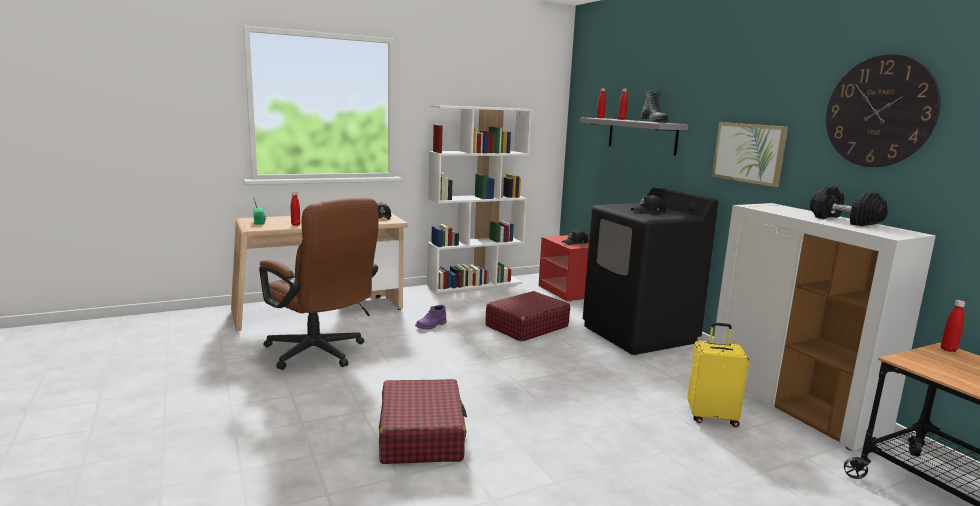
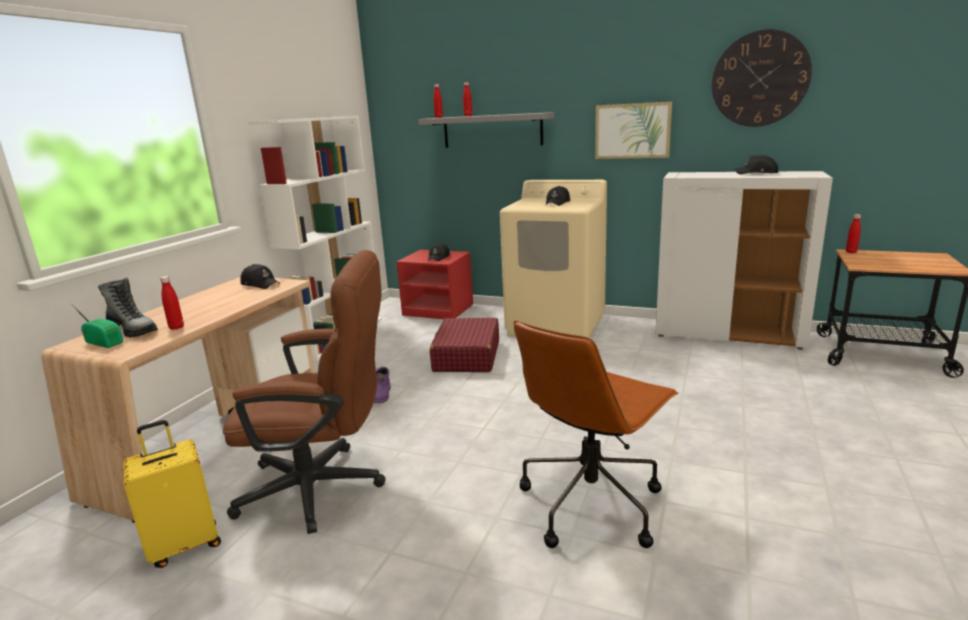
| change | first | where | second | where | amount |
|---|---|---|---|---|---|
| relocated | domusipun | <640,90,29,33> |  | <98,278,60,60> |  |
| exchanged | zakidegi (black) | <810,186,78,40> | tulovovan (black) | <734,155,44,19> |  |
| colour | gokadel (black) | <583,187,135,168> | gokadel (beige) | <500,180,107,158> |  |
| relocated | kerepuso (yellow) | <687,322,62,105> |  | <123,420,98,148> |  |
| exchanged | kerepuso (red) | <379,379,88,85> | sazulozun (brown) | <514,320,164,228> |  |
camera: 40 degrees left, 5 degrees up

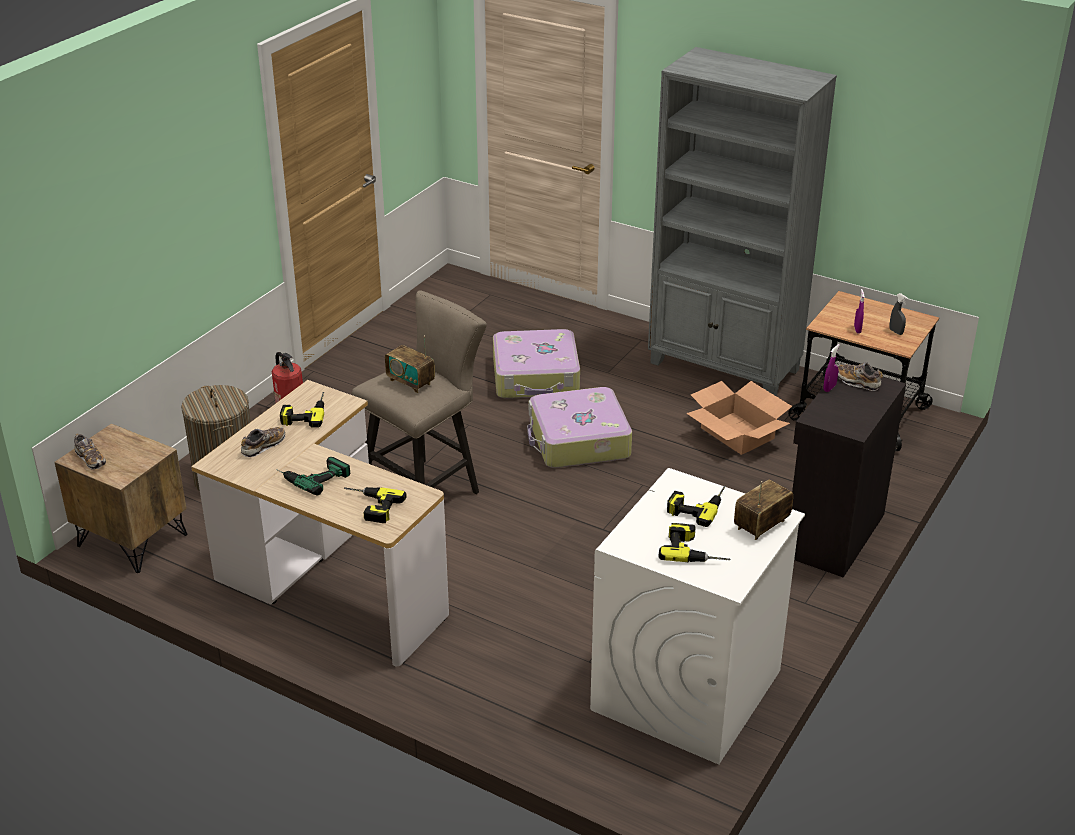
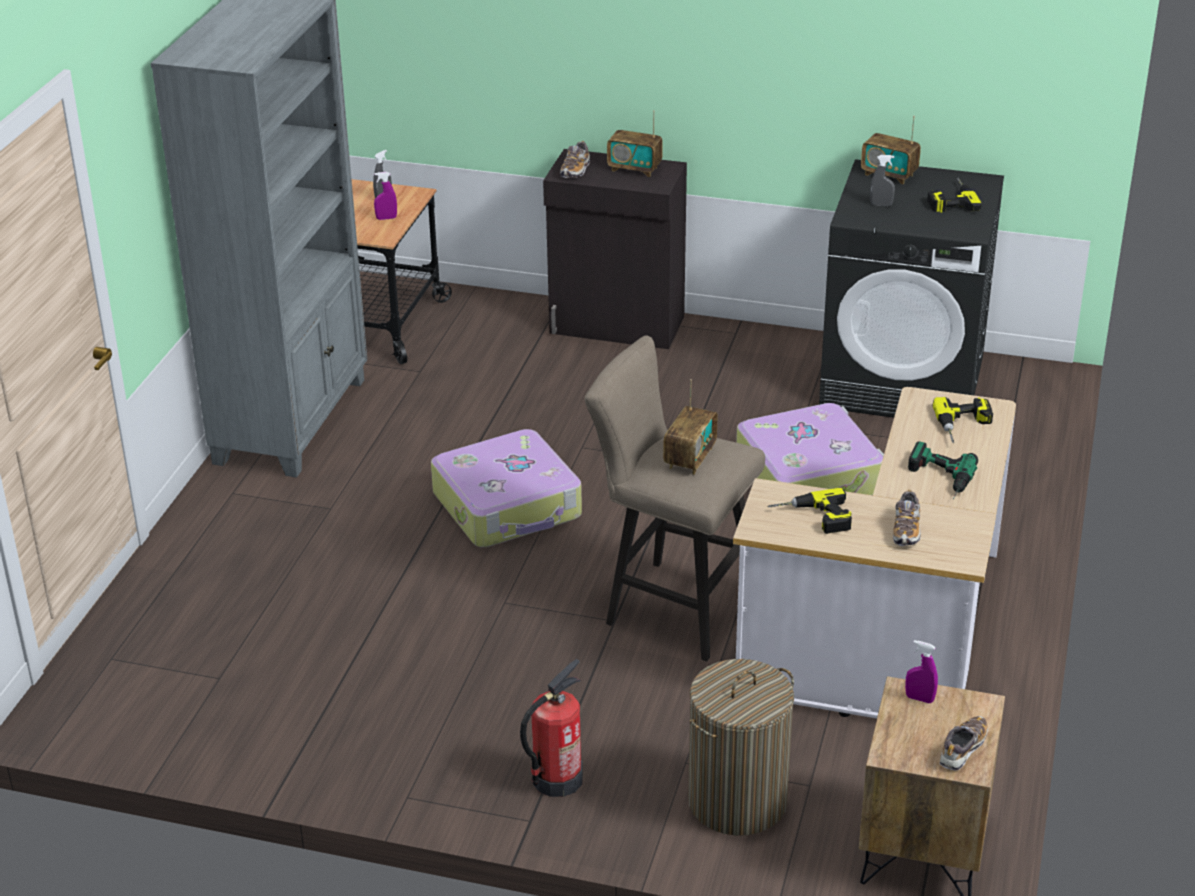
| change | first | where | second | where | amount |
|---|---|---|---|---|---|
| relocated | kerepuso | <493,329,87,70> |  | <736,403,148,92> |  |
| relocated | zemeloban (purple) | <823,344,17,48> |  | <905,640,33,63> |  |
| missing | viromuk | <686,381,106,74> |  |  |  |
| spun | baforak | <241,427,44,30> |  | <893,490,28,56> | 105 degrees counterclockwise |
| colour | gokadel (white) | <590,468,215,297> | gokadel (black) | <819,159,185,259> |  |
| exchanged | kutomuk | <667,486,59,41> | zemeloban (grey) | <870,155,25,51> |  |
| appeared |  |  | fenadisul | <607,110,56,67> |  |
camera: 105 degrees left, 0 degrees up

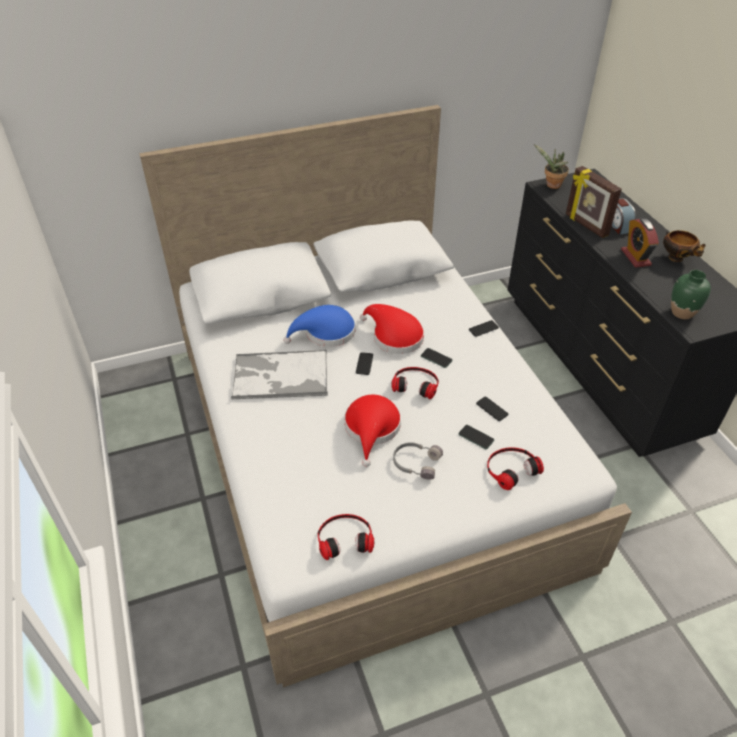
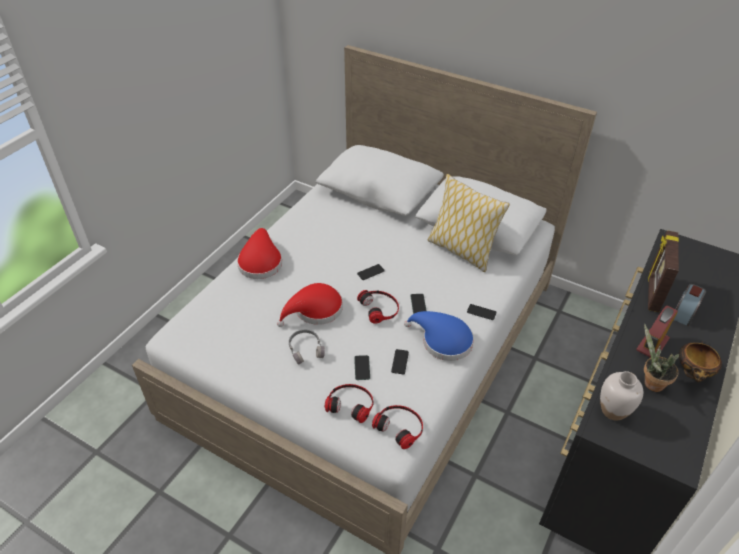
| change | first | where | second | where | amount |
|---|---|---|---|---|---|
| relocated | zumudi | <534,144,35,45> |  | <644,323,35,69> |  |
| colour | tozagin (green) | <671,270,40,49> | tozagin (white) | <600,371,43,50> |  |
| relocated | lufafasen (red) | <360,304,64,50> |  | <237,228,45,51> |  |
| relocated | lufafasen (blue) | <283,305,73,42> |  | <404,311,70,50> |  |
| missing | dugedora | <231,350,97,50> |  |  |  |
| relocated | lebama | <318,514,56,46> |  | <372,405,51,44> |  |
| appeared |  |  | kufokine | <428,174,82,98> |  |
camera: 50 degrees right, 0 degrees up

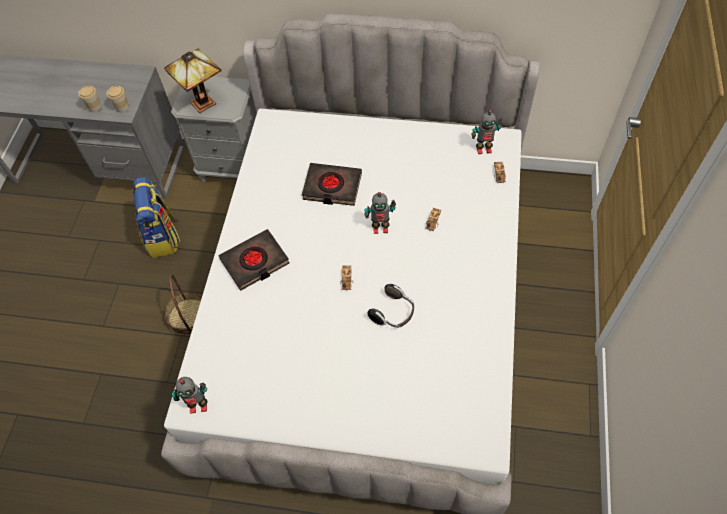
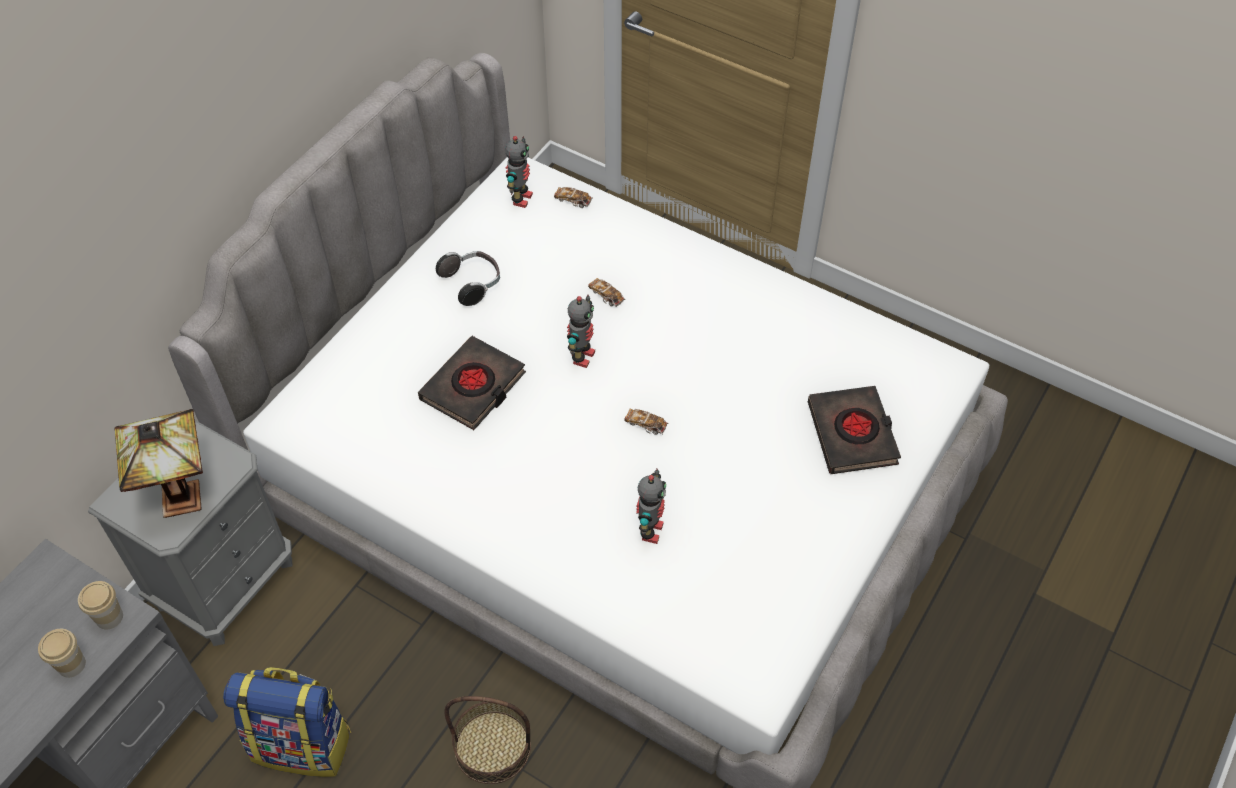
| change | first | where | second | where | amount |
|---|---|---|---|---|---|
| relocated | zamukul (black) | <218,229,72,62> |  | <808,386,93,88> |  |
| relocated | lebama | <368,284,46,44> |  | <436,251,64,55> |  |
| relocated | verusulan | <172,377,36,37> |  | <636,468,30,76> |  |
camera: 70 degrees left, 5 degrees down

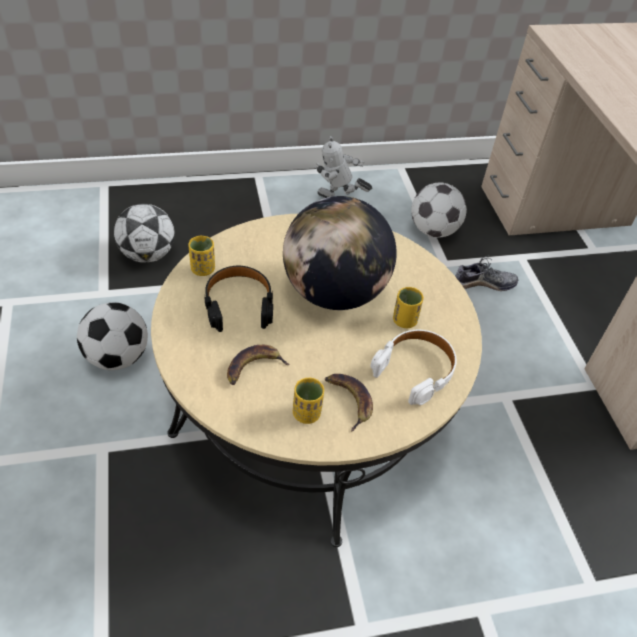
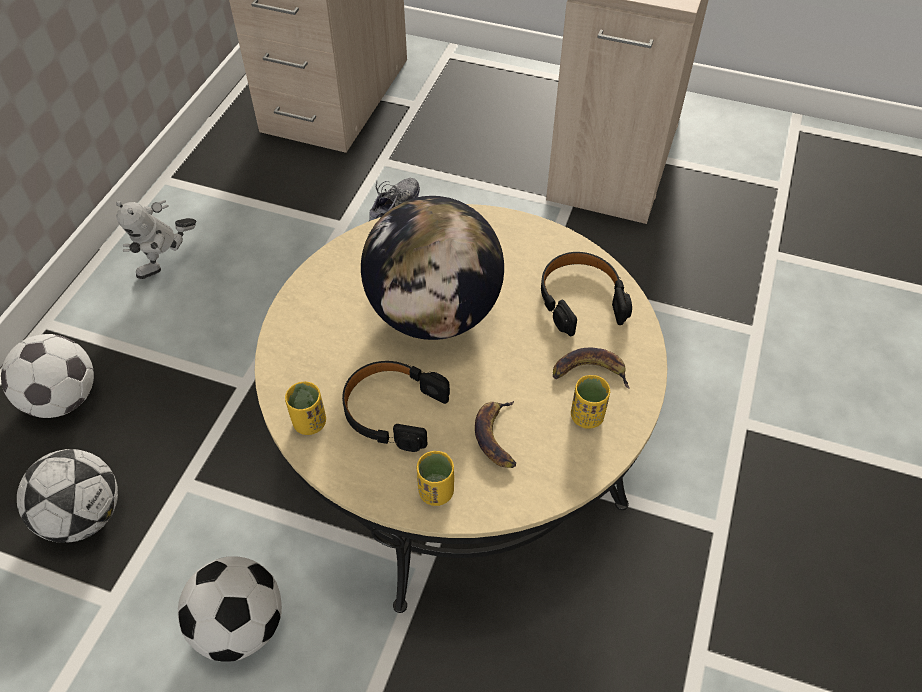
| change | first | where | second | where | amount |
|---|---|---|---|---|---|
| relocated | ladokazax | <411,183,56,55> |  | <1,334,93,84> |  |
| relocated | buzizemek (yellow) | <393,287,31,41> |  | <417,451,37,55> |  |
| colour | lebama (white) | <370,330,86,75> | lebama (black) | <541,252,91,84> |  |
camera: 55 degrees left, 5 degrees up

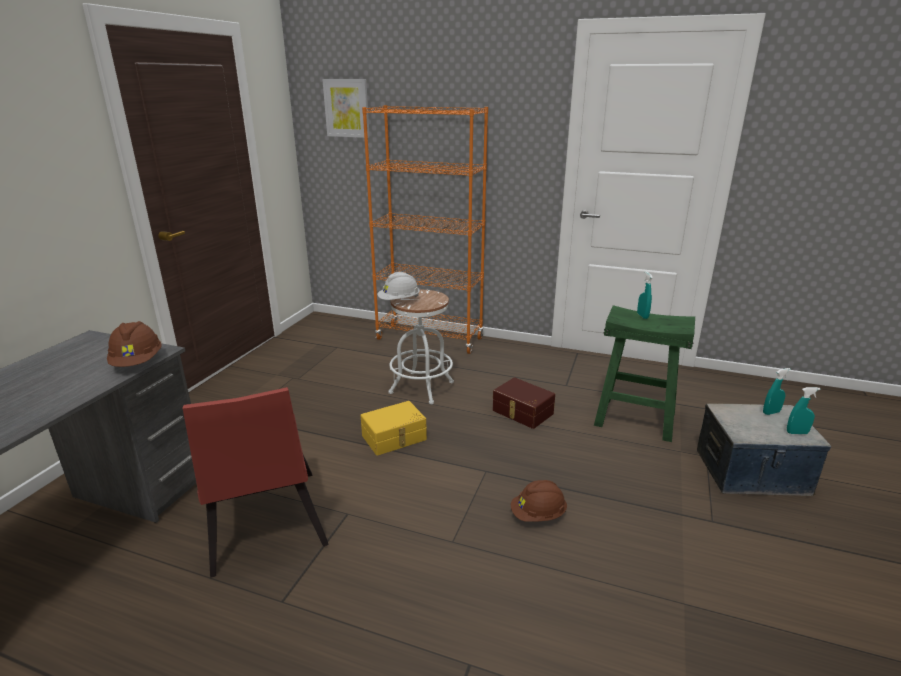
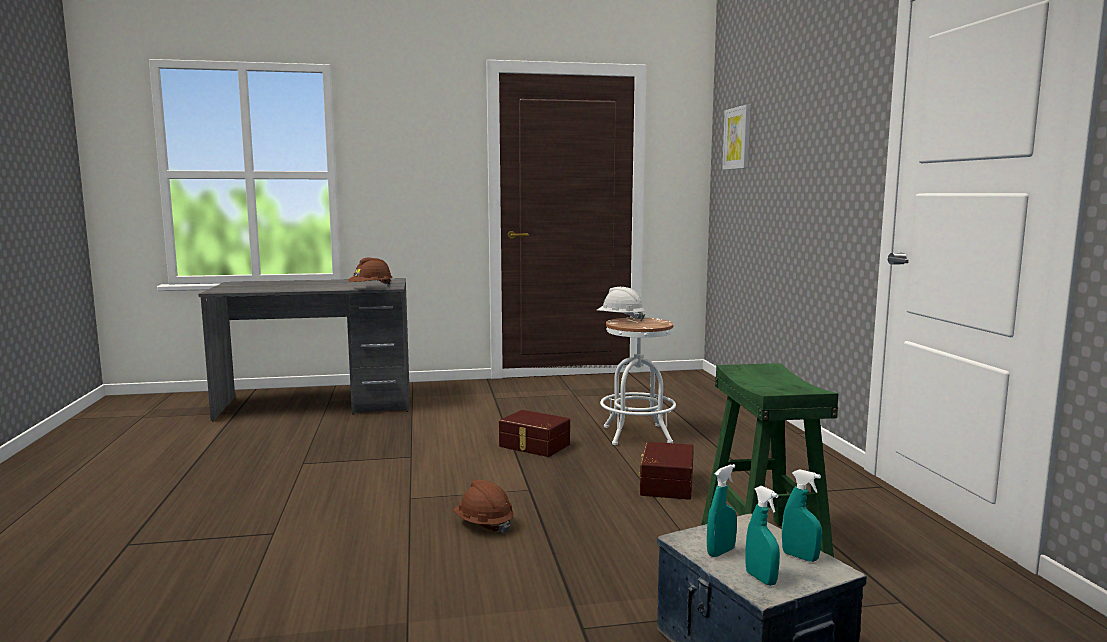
| change | first | where | second | where | amount |
|---|---|---|---|---|---|
| missing | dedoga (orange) | <362,105,126,249> |  |  |  |
| relocated | zemeloban (turquoise) | <637,272,16,47> |  | <707,464,30,93> |  |
| missing | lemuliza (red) | <183,387,145,191> |  |  |  |
| colour | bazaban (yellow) | <361,401,66,55> | bazaban (brown) | <499,410,71,47> |  |
camera: 60 degrees right, 15 degrees down

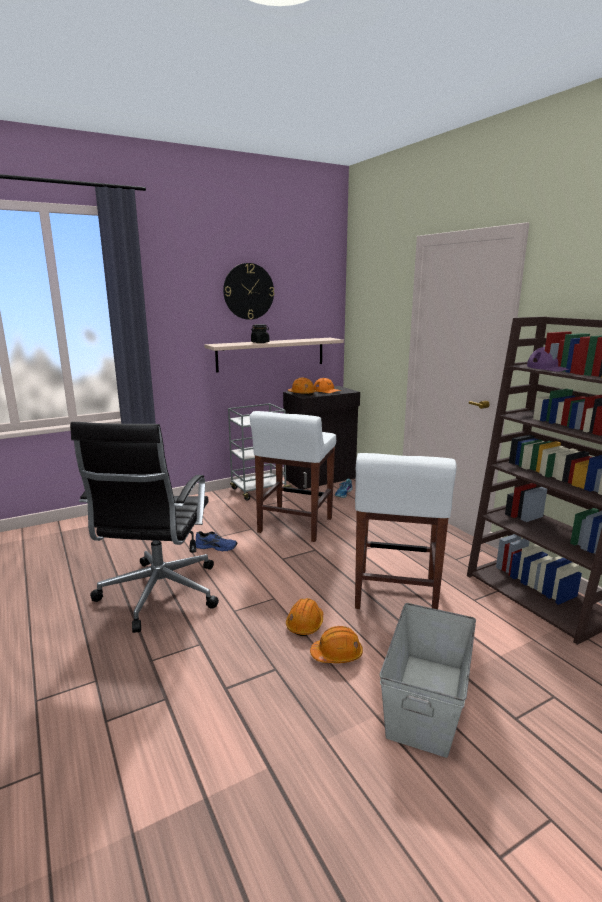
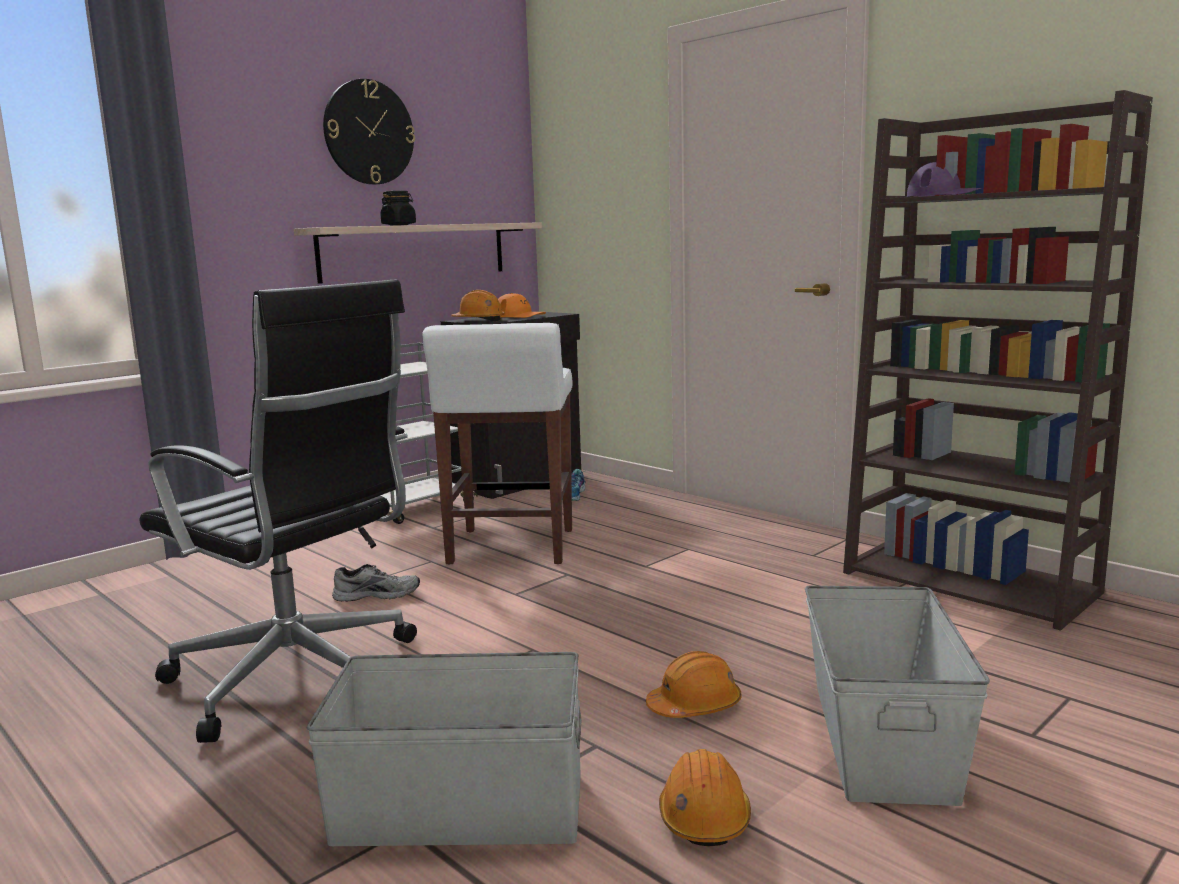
| change | first | where | second | where | amount |
|---|---|---|---|---|---|
| spun | sazulozun (black) | <70,422,149,211> |  | <140,280,277,463> | 45 degrees counterclockwise |
| missing | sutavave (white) | <355,453,102,156> |  |  |  |
| colour | baforak (blue) | <195,531,42,20> | baforak (grey) | <332,564,88,37> |  |
| relocated | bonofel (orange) | <286,598,37,38> |  | <659,749,92,97> |  |
| appeared |  |  | bazaban (grey) | <307,652,274,194> |  |
camera: 15 degrees left, 5 degrees down

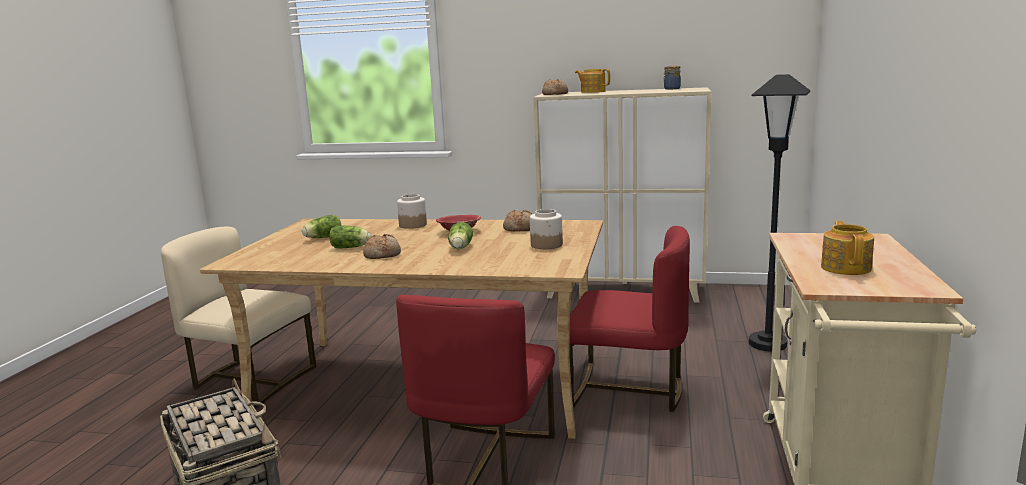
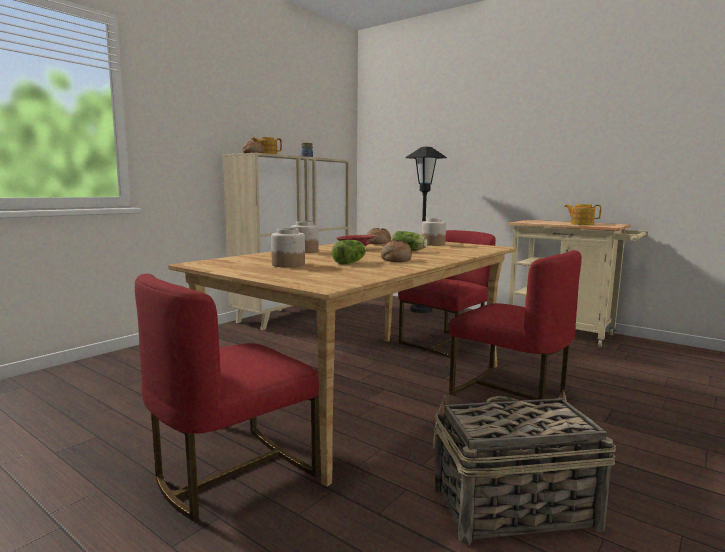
| change | first | where | second | where | amount |
|---|---|---|---|---|---|
| exchanged | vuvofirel | <302,215,39,23> | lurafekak | <271,228,34,40> |  |
| colour | lemuliza (beige) | <161,227,155,182> | lemuliza (red) | <135,274,185,248> |  |
camera: 65 degrees left, 5 degrees down

